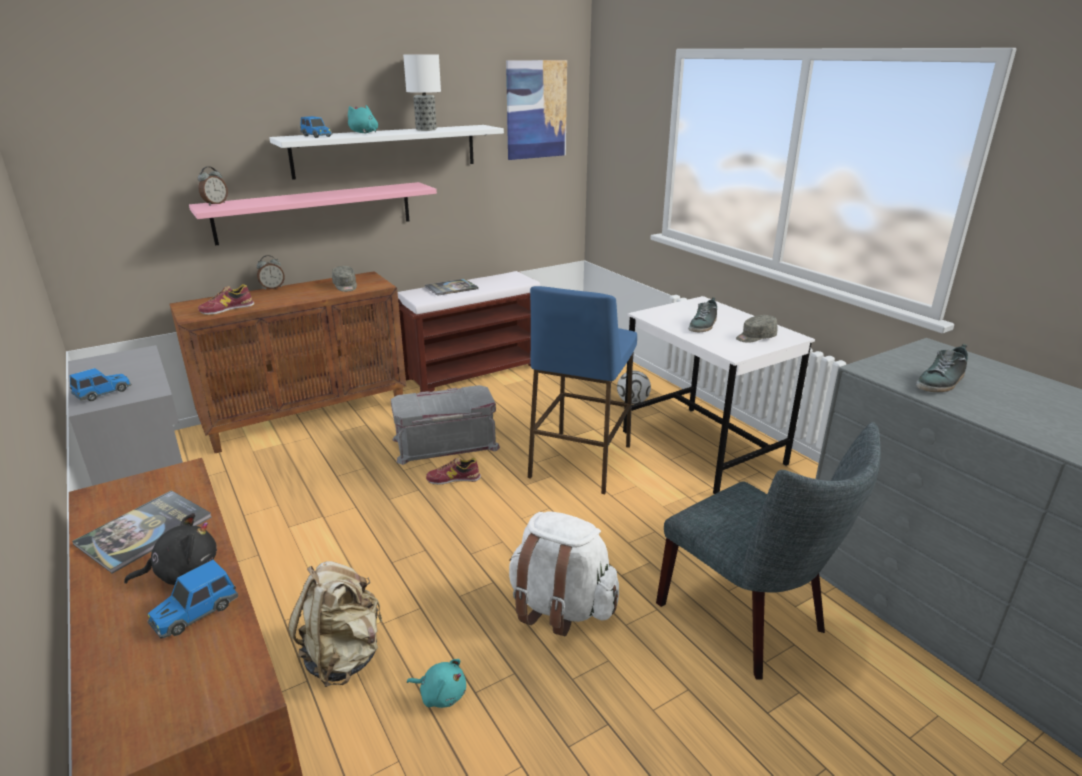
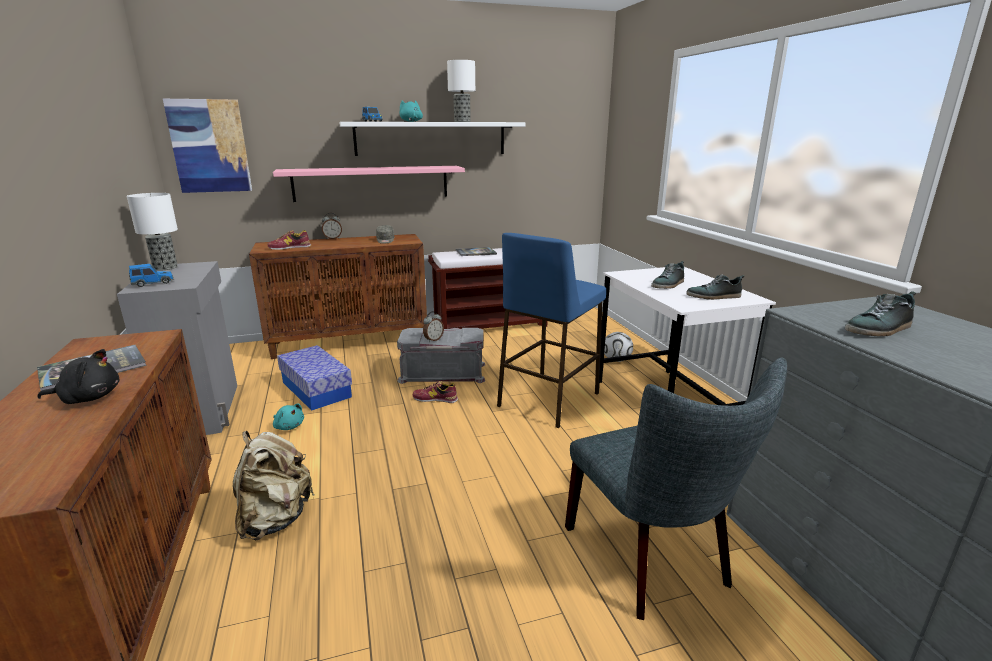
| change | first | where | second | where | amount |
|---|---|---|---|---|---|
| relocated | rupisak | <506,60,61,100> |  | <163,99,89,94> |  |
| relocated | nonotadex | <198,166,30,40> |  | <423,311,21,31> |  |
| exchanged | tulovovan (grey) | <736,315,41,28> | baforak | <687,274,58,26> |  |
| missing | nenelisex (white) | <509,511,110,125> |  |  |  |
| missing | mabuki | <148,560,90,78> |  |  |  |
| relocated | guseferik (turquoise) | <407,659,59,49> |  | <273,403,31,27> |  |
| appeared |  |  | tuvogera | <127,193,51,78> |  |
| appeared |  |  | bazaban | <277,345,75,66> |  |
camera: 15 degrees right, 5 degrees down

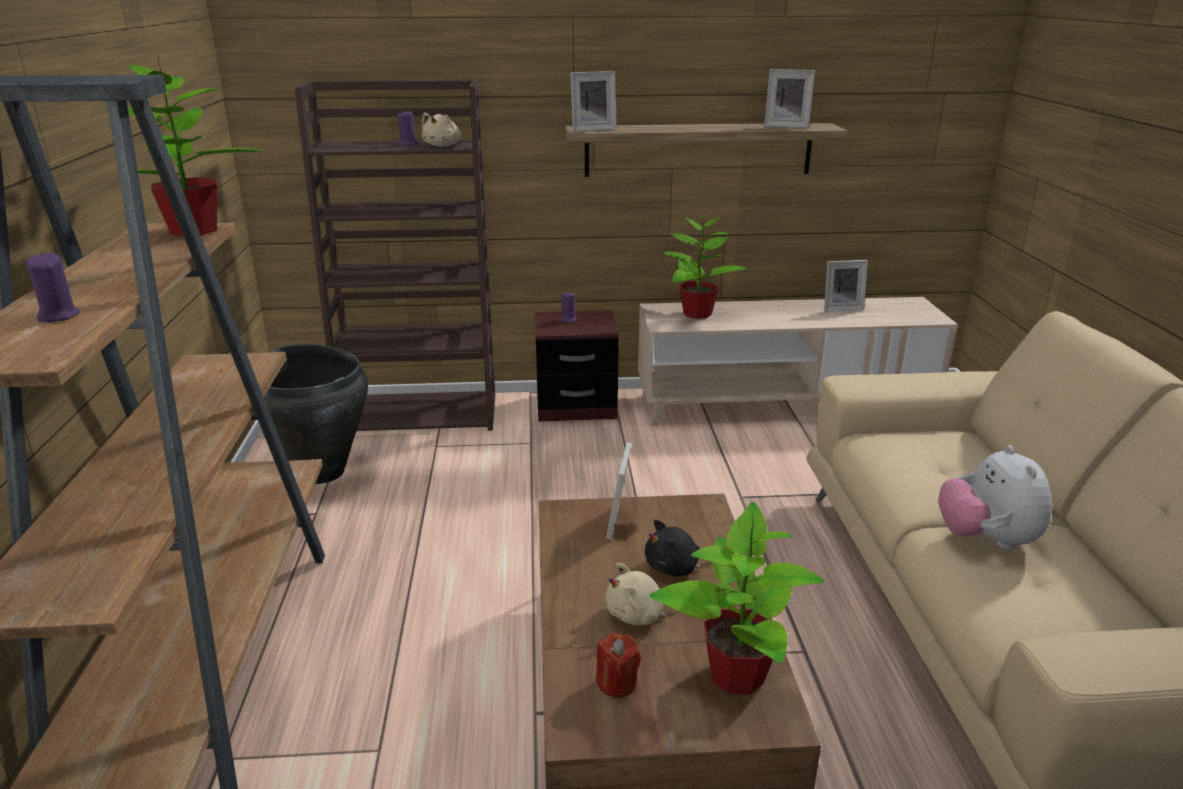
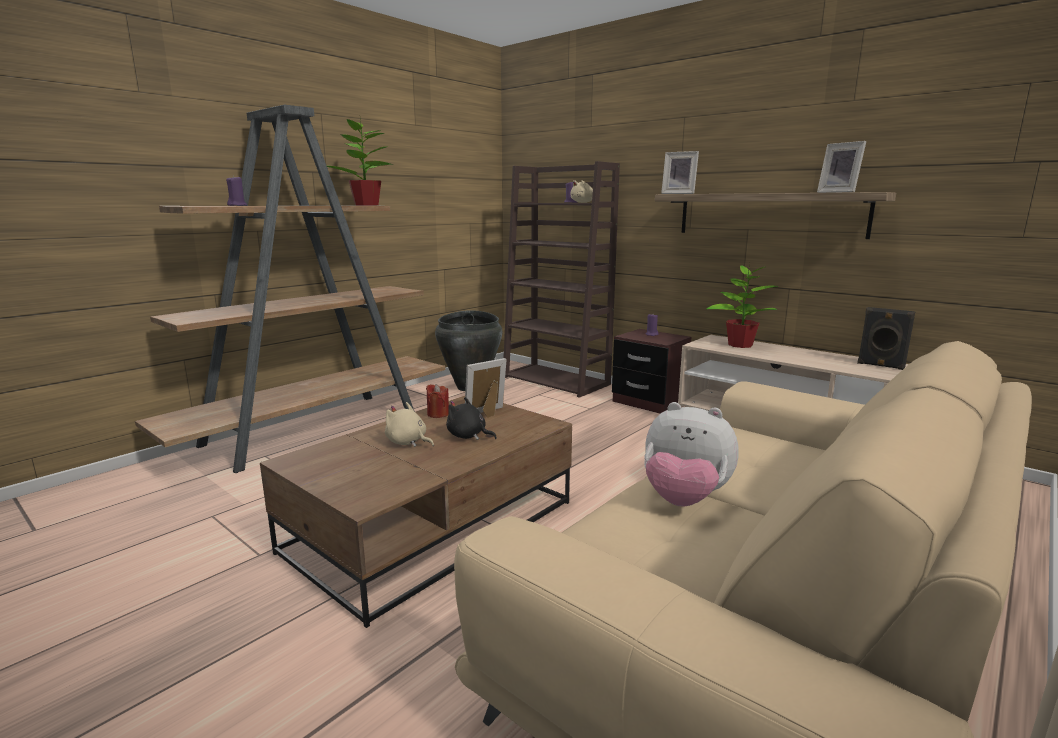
| change | first | where | second | where | amount |
|---|---|---|---|---|---|
| exchanged | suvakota | <824,260,44,52> | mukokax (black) | <857,307,58,63> |  |
| spun | guseferik | <938,445,114,105> |  | <644,402,95,105> | 105 degrees counterclockwise |
| missing | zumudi | <649,502,176,193> |  |  |  |
| relocated | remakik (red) | <596,633,45,64> |  | <426,384,23,34> |  |
camera: 45 degrees right, 10 degrees down

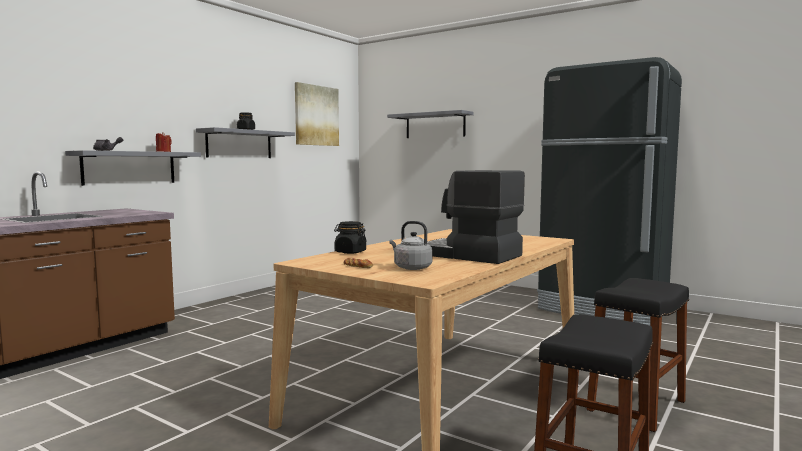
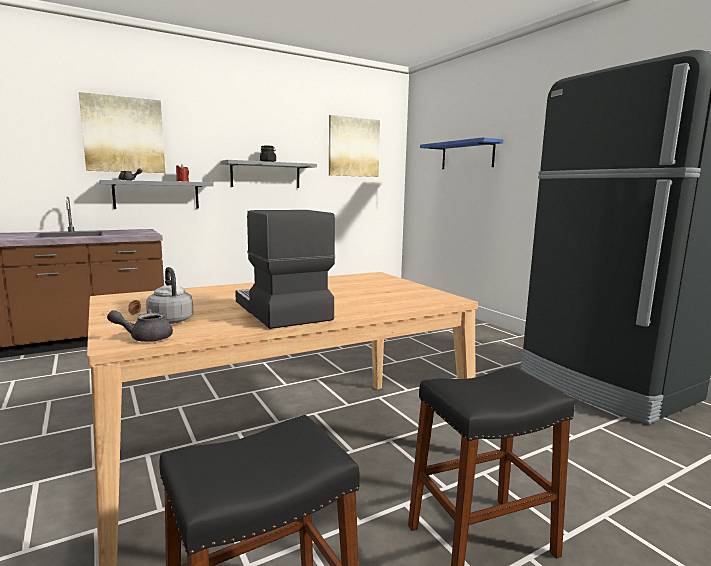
| change | first | where | second | where | amount |
|---|---|---|---|---|---|
| colour | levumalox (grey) | <387,110,87,28> | levumalox (blue) | <420,137,83,32> |  |
| missing | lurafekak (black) | <334,221,33,33> |  |  |  |
| appeared |  |  | rupisak | <79,92,86,81> |  |
| appeared |  |  | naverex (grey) | <107,309,66,33> |  |
camera: 25 degrees right, 5 degrees up

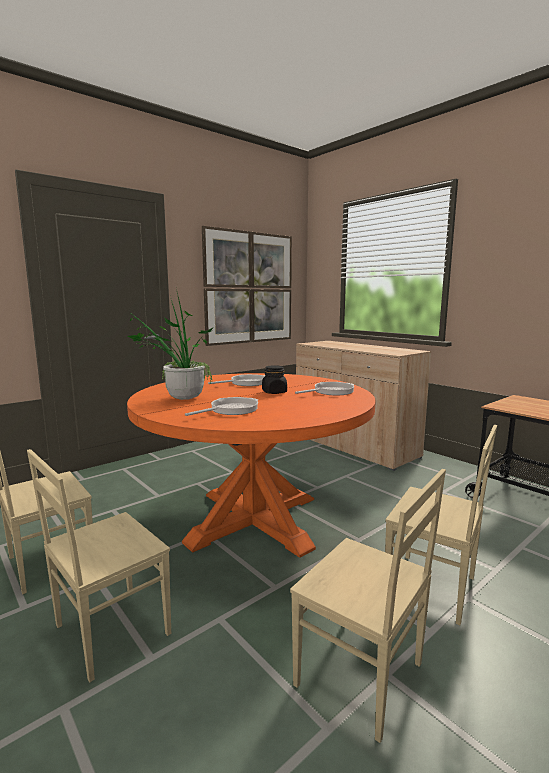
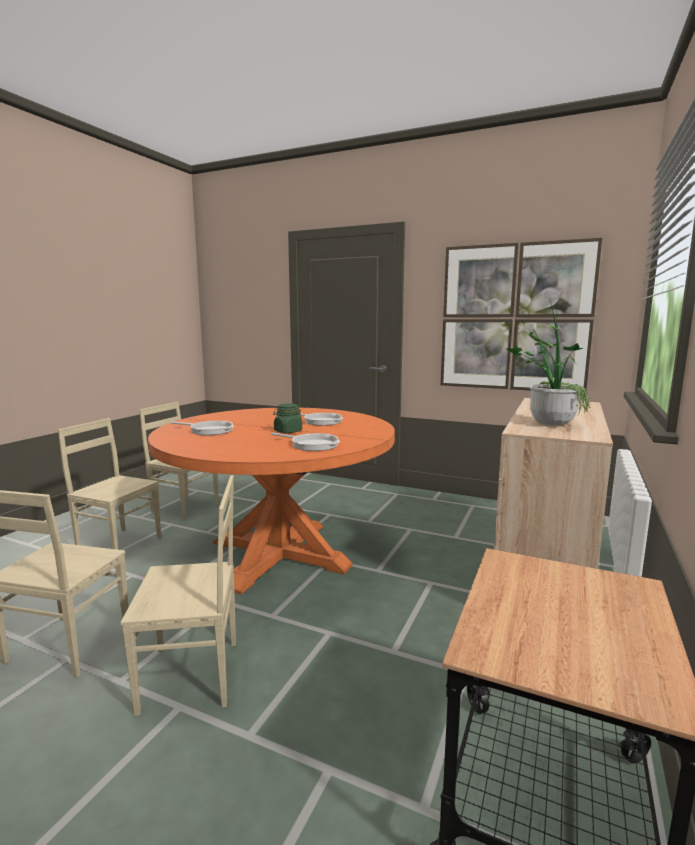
| change | first | where | second | where | amount |
|---|---|---|---|---|---|
| relocated | zumudi | <128,289,86,111> |  | <506,296,84,129> |  |
| colour | lurafekak (black) | <262,365,25,29> | lurafekak (green) | <273,404,29,29> |  |
| spun | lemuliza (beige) | <385,425,112,200> |  | <120,475,116,241> | 105 degrees counterclockwise |
camera: 65 degrees right, 0 degrees up

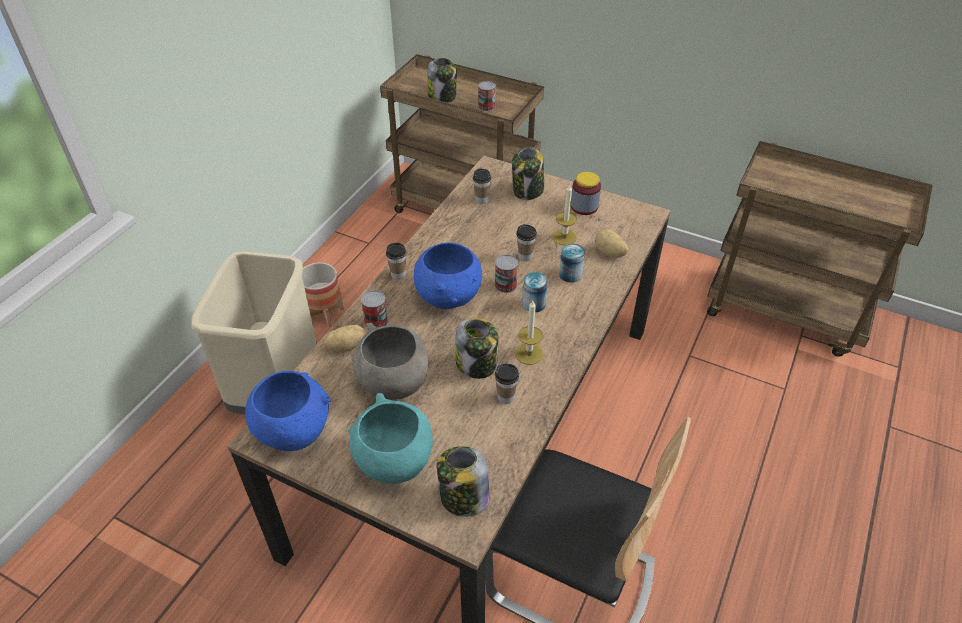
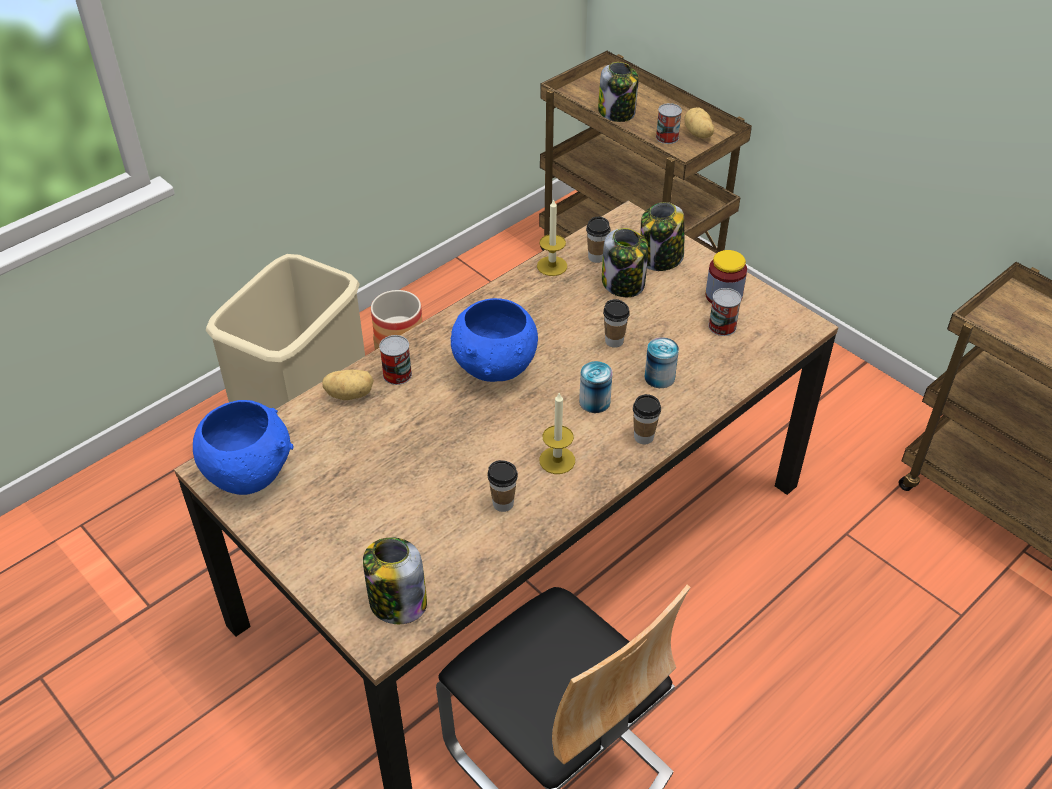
| change | first | where | second | where | amount |
|---|---|---|---|---|---|
| relocated | remakik | <552,185,25,60> |  | <537,198,30,78> |  |
| relocated | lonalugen | <595,229,34,29> |  | <684,107,30,31> |  |
| relocated | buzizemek | <386,243,21,37> |  | <633,394,28,50> |  |
| relocated | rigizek | <495,254,23,39> |  | <708,288,34,48> |  |
| relocated | lurafekak | <455,318,43,61> |  | <602,228,46,69> |  |
| missing | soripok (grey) | <351,323,78,77> |  |  |  |
| missing | soripok (turquoise) | <349,393,84,91> |  |  |  |
camera: 20 degrees right, 0 degrees up

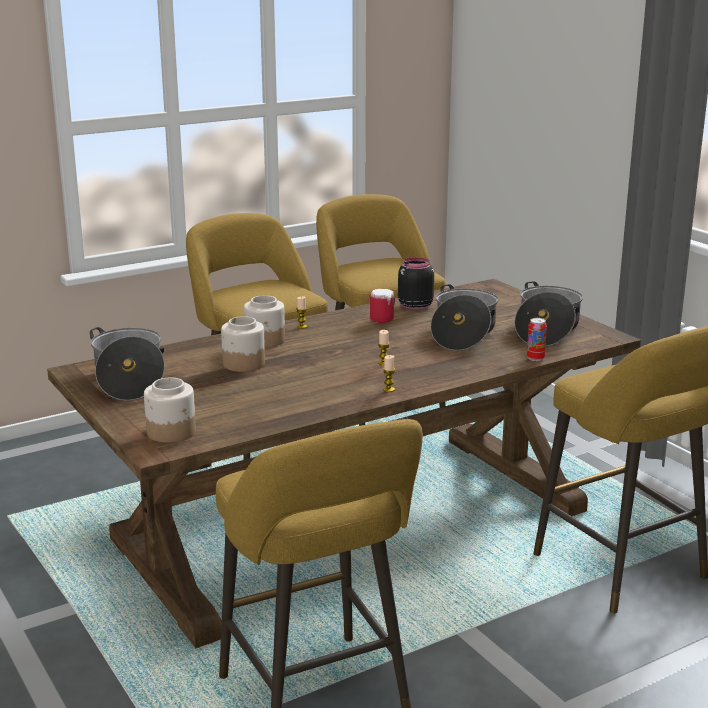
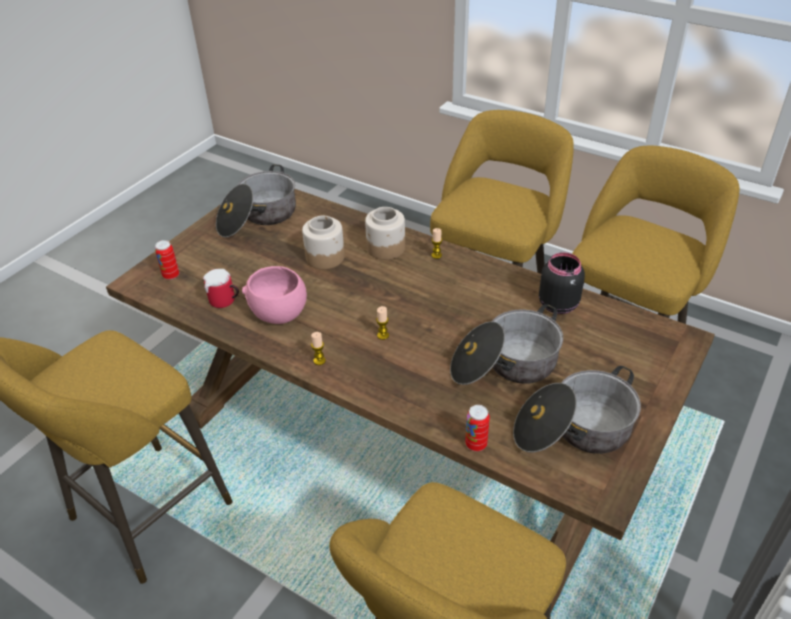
| change | first | where | second | where | amount |
|---|---|---|---|---|---|
| relocated | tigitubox | <370,289,25,34> |  | <203,269,36,39> |  |
| exchanged | lurafekak | <144,377,52,66> | rigizek | <155,240,24,40> |  |
| appeared |  |  | soripok (pink) | <242,266,65,58> |  |
camera: 65 degrees right, 20 degrees up

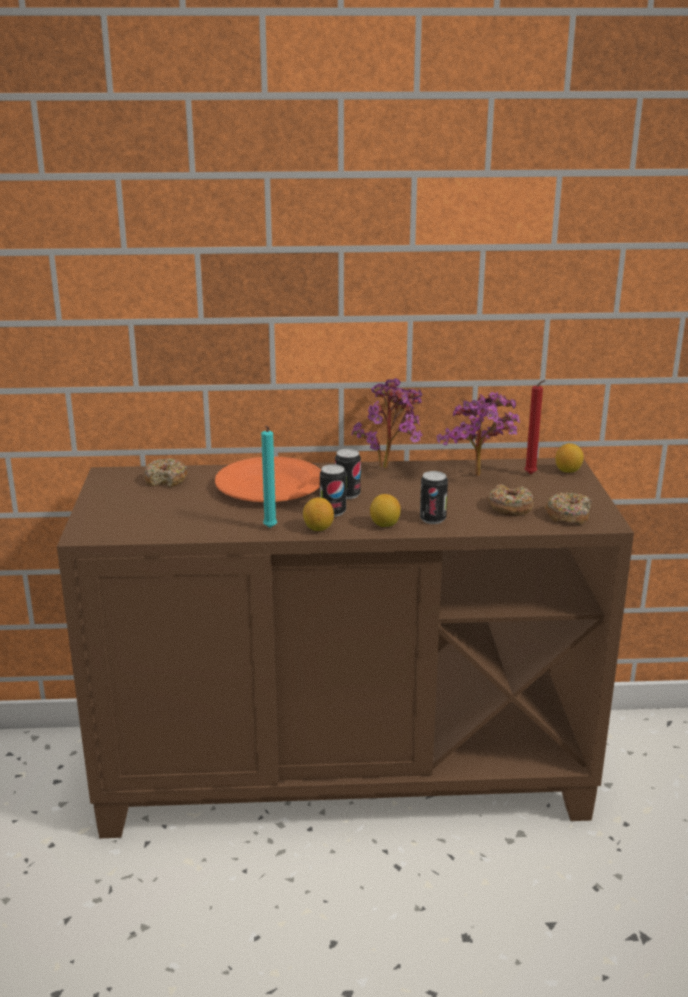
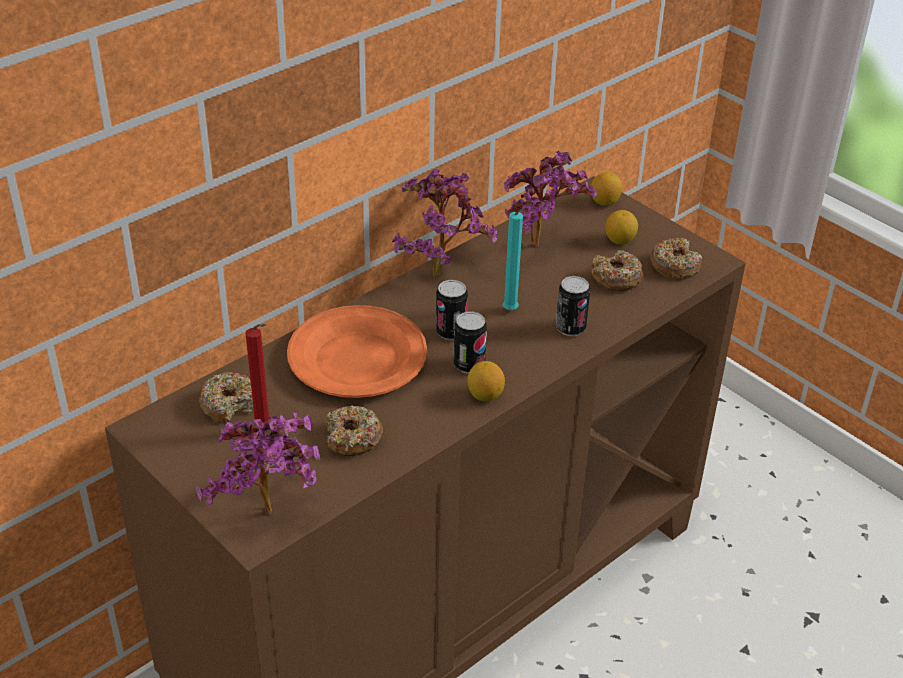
| change | first | where | second | where | amount |
|---|---|---|---|---|---|
| relocated | remakik (red) | <525,380,20,94> |  | <246,324,23,107> |  |
| relocated | remakik (turquoise) | <261,425,16,103> |  | <503,209,23,101> |  |
| relocated | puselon | <370,494,31,33> |  | <605,210,33,35> |  |
| appeared |  |  | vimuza | <326,405,57,51> |  |
| appeared |  |  | zumudi | <195,412,125,103> |  |
camera: 40 degrees left, 15 degrees up

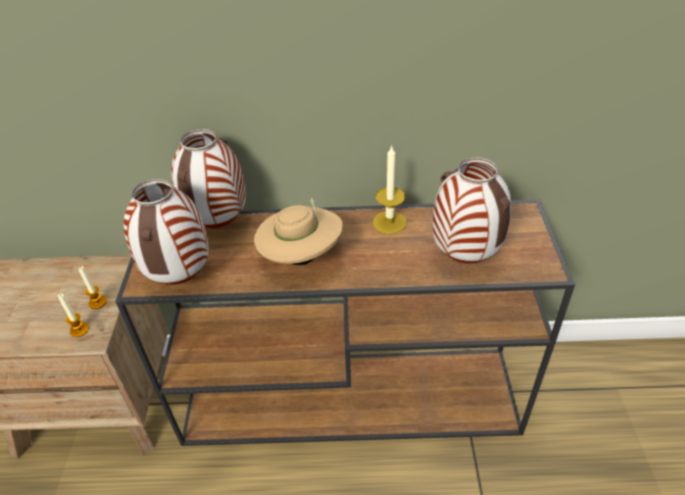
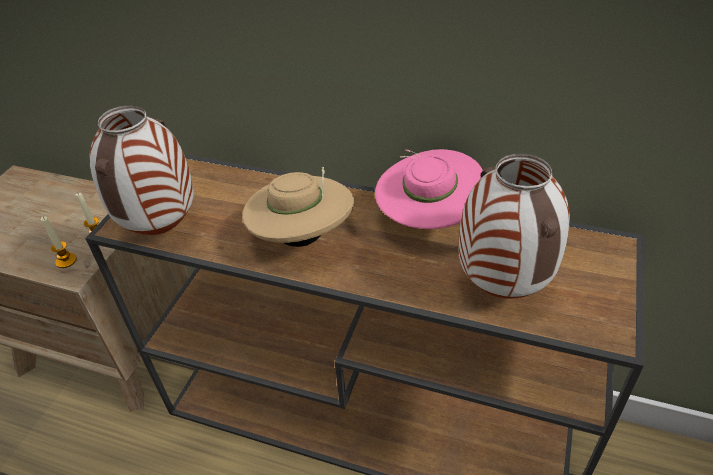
| change | first | where | second | where | amount |
|---|---|---|---|---|---|
| missing | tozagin | <171,129,75,99> |  |  |  |
| exchanged | remakik | <373,145,34,89> | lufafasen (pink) | <375,149,108,80> |  |
camera: 20 degrees right, 0 degrees up

